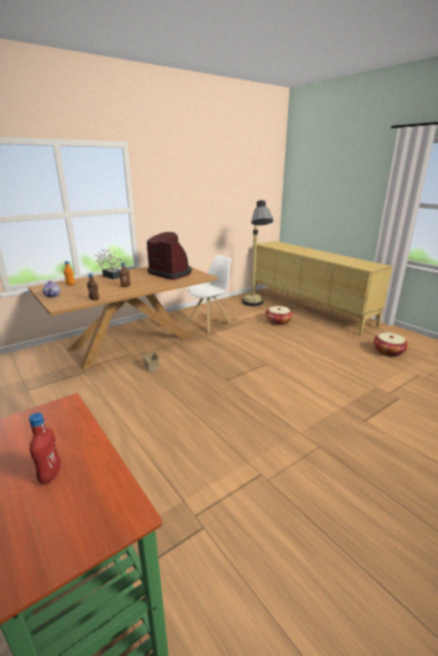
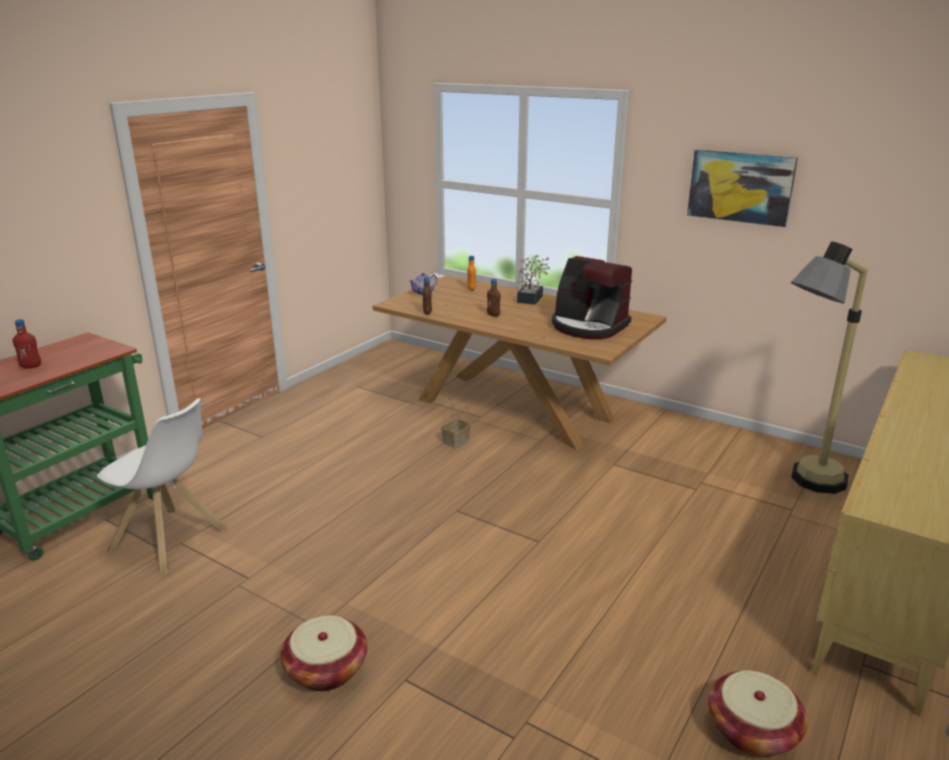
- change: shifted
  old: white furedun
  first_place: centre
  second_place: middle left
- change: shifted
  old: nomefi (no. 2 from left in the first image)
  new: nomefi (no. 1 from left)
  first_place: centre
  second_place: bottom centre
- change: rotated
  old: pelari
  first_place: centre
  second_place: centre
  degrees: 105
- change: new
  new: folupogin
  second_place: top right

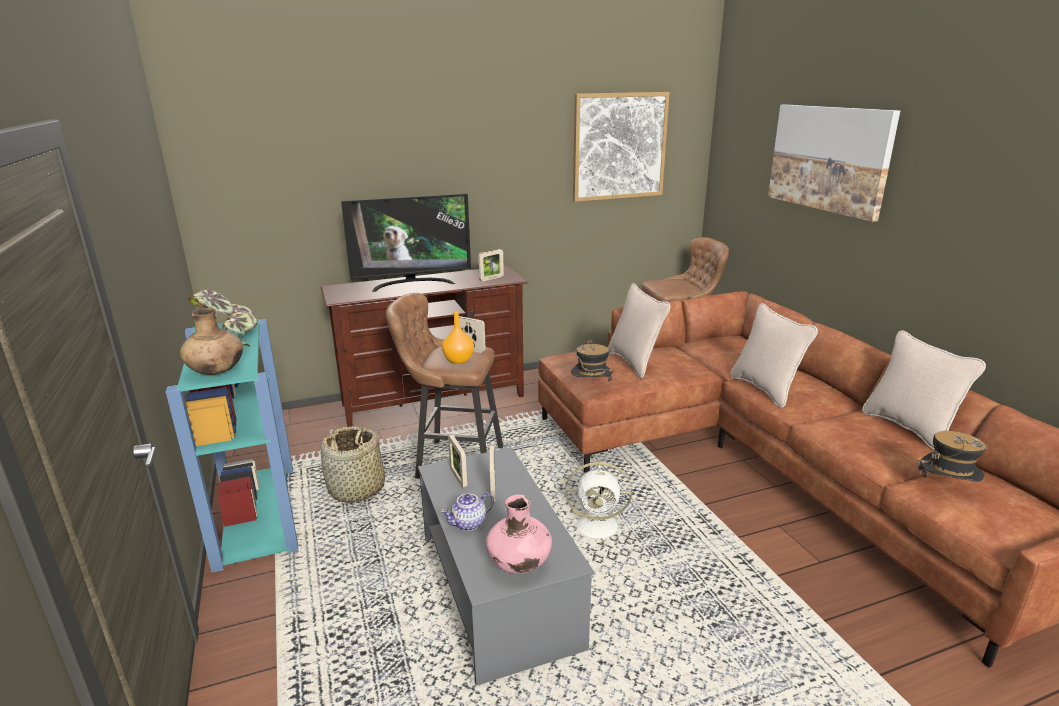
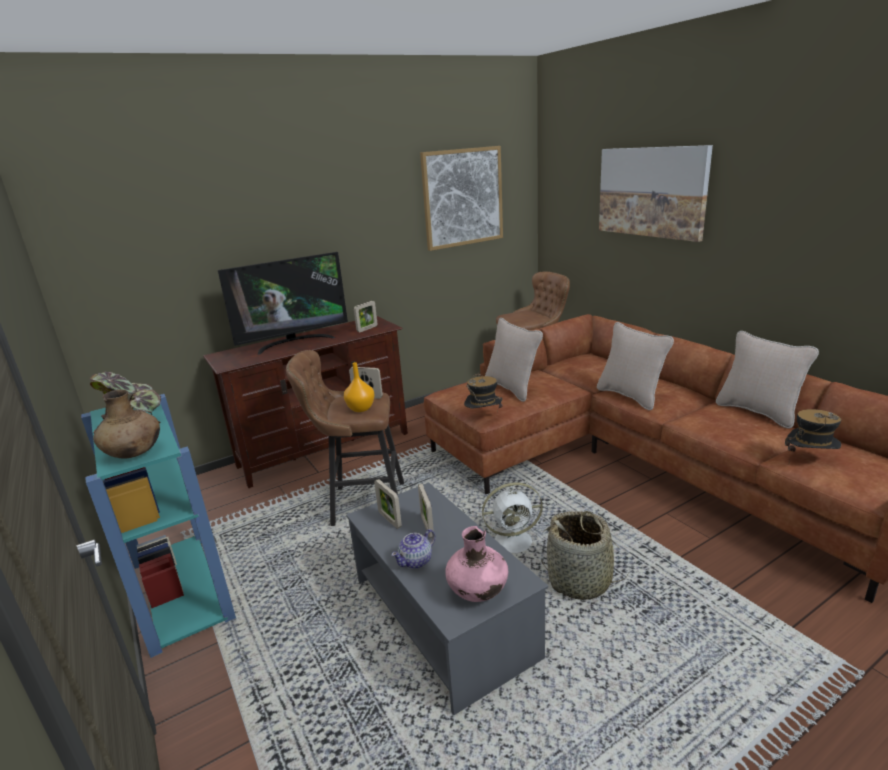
- change: shifted
  old: nomefi
  first_place: centre
  second_place: bottom centre

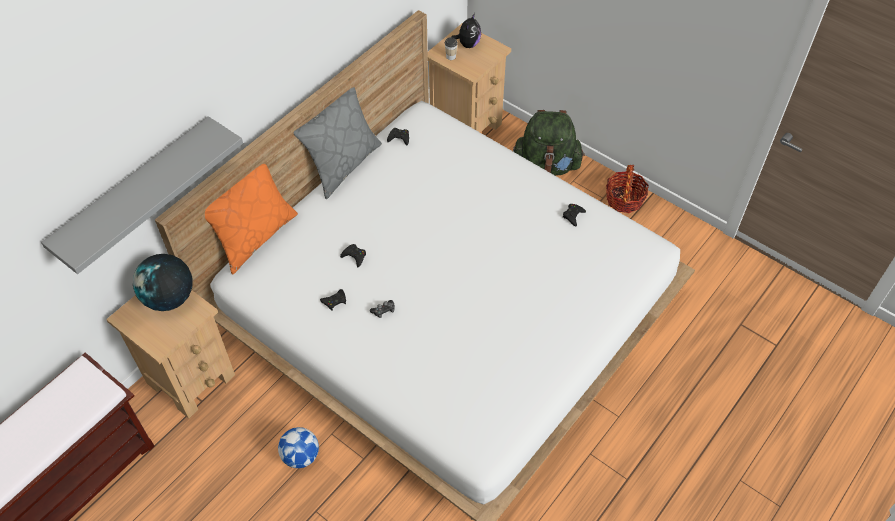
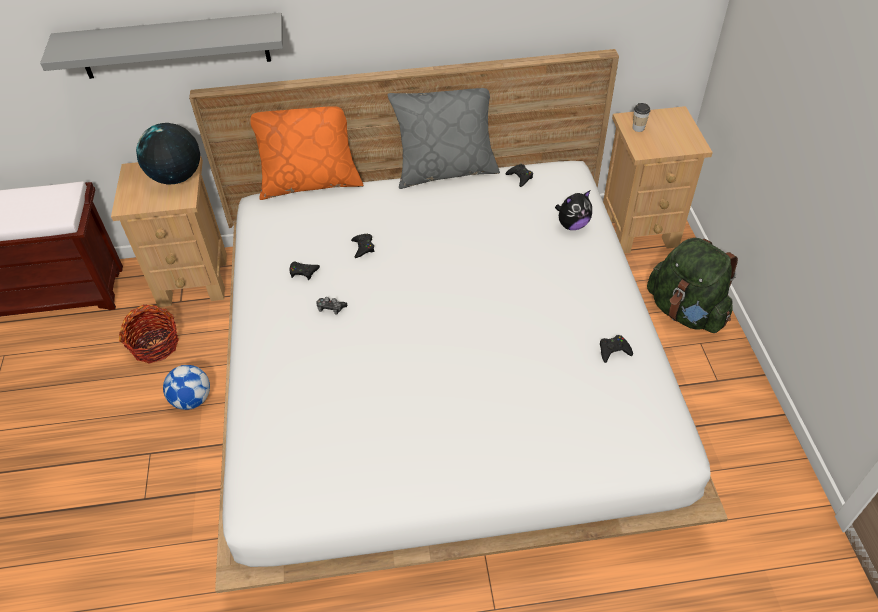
- change: shifted
  old: nomefi
  first_place: middle right
  second_place: middle left
- change: shifted
  old: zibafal
  first_place: top centre
  second_place: centre

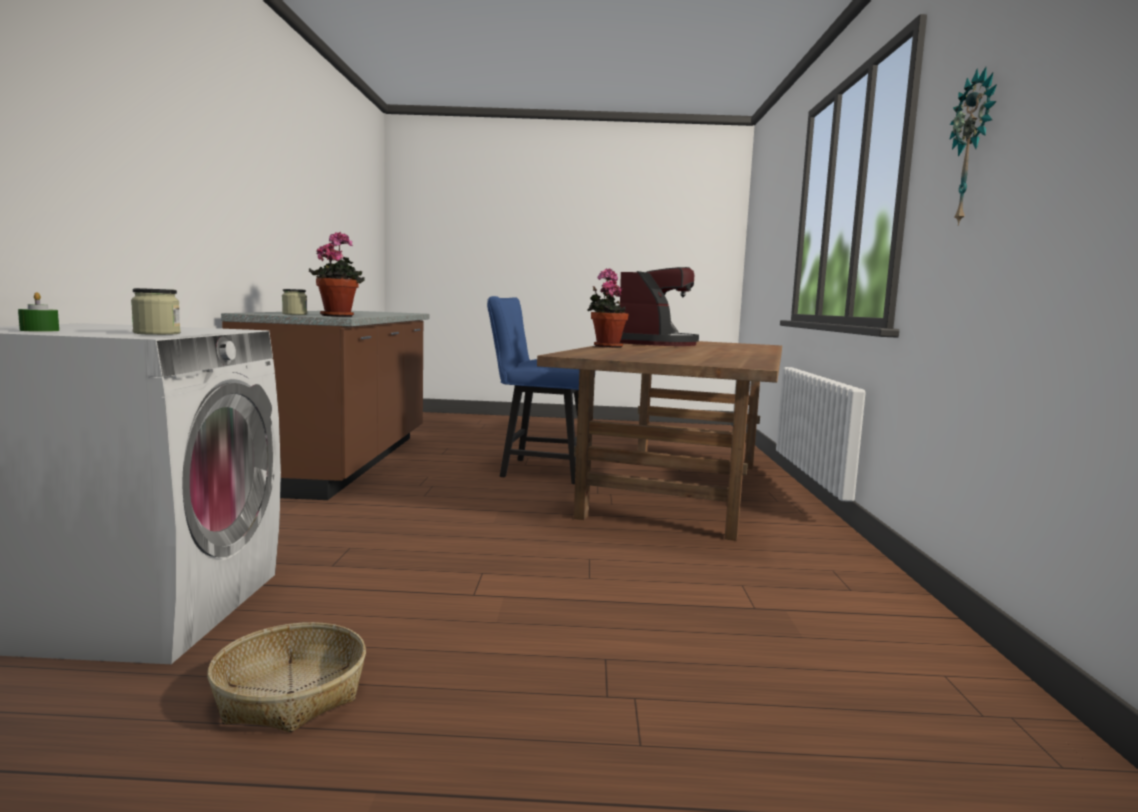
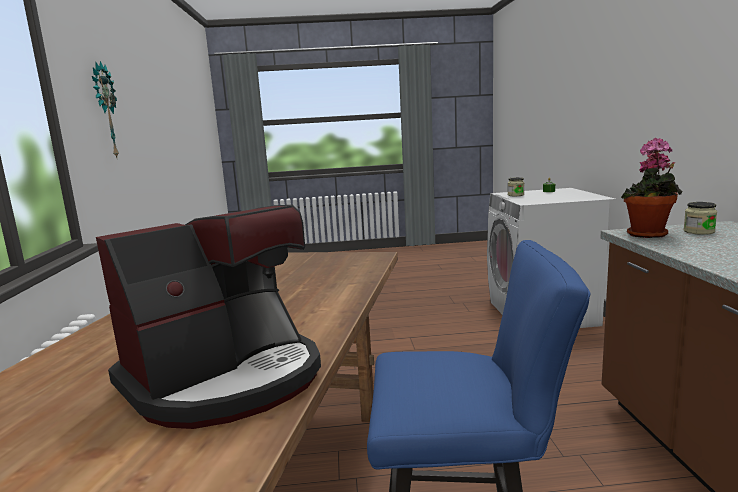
- change: rotated
  old: pelari
  first_place: centre
  second_place: middle left
  degrees: -150
- change: gone
  old: nomefi
  first_place: bottom left
- change: gone
  old: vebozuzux (no. 2 from left)
  first_place: centre

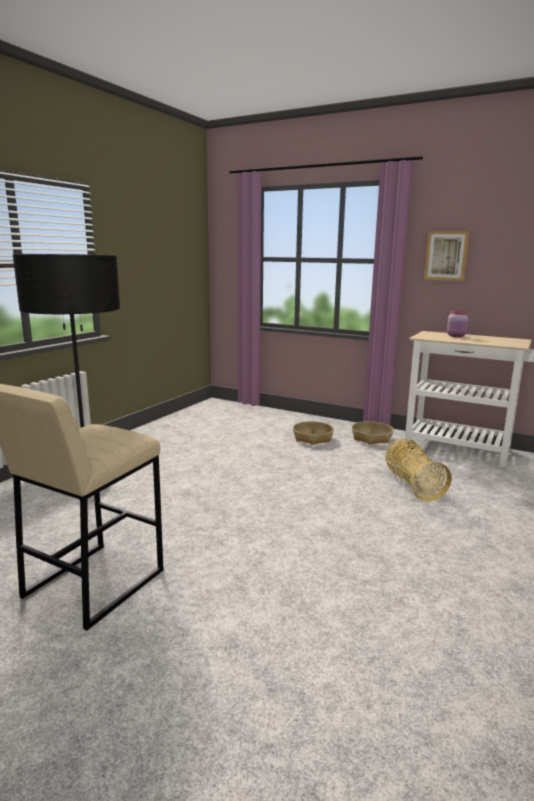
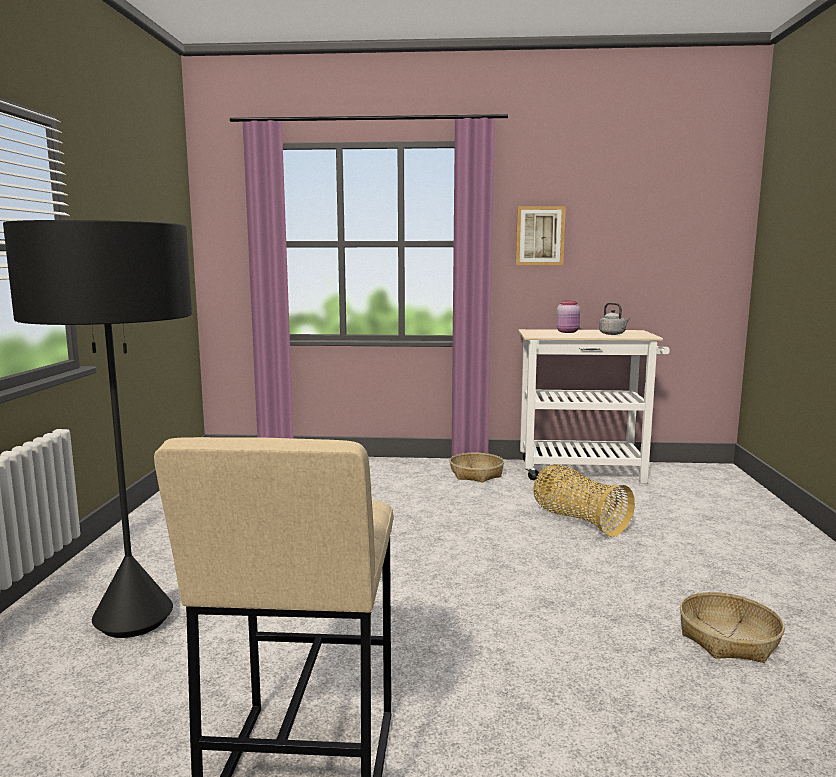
- change: new
  new: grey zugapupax
  second_place: middle right
- change: shifted
  old: nomefi (no. 1 from left in the first image)
  new: nomefi (no. 3 from left)
  first_place: centre
  second_place: bottom right

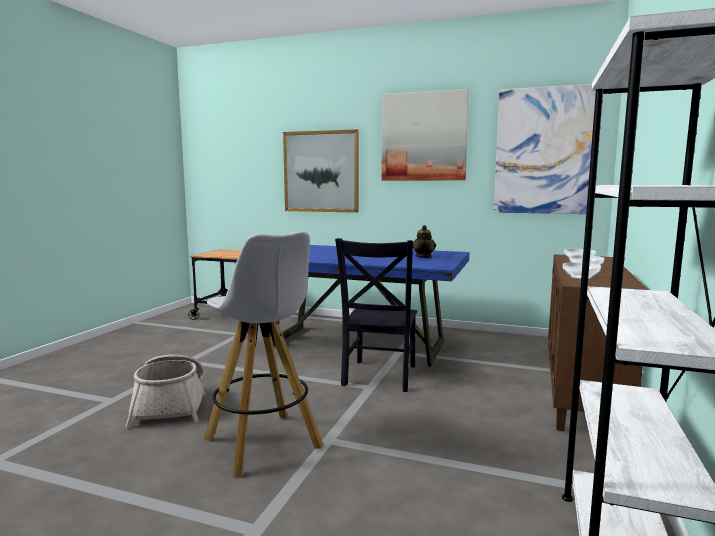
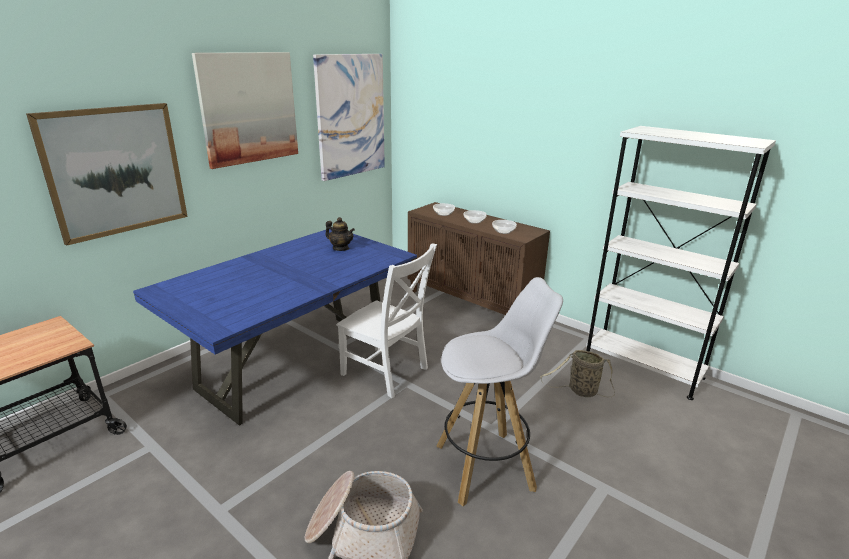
- change: repainted
  old: black furedun
  new: white furedun
  first_place: centre
  second_place: centre
- change: new
  new: nomefi (no. 2 from left)
  second_place: bottom right

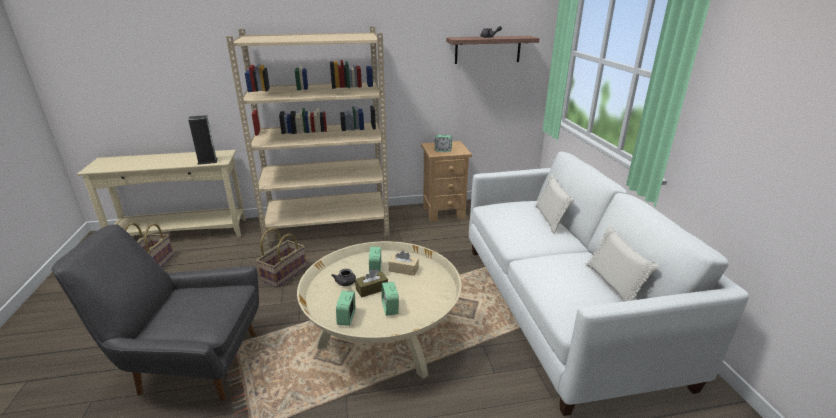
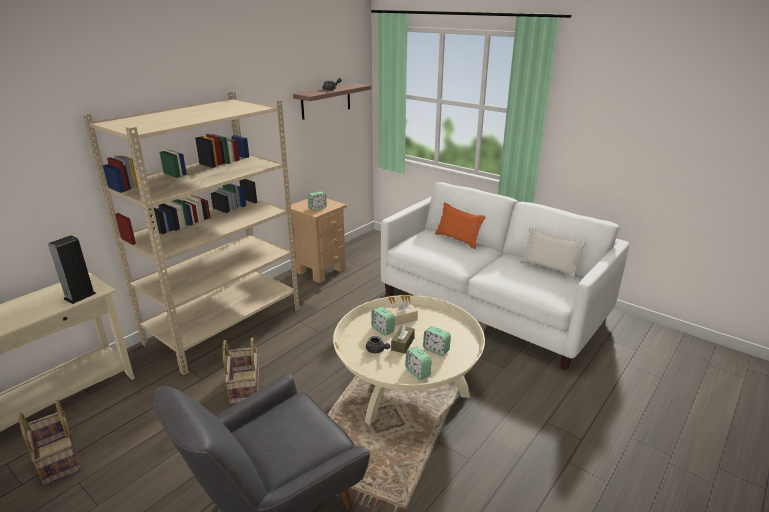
- change: repainted
  old: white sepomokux (no. 1 from left)
  new: orange sepomokux
  first_place: centre
  second_place: centre

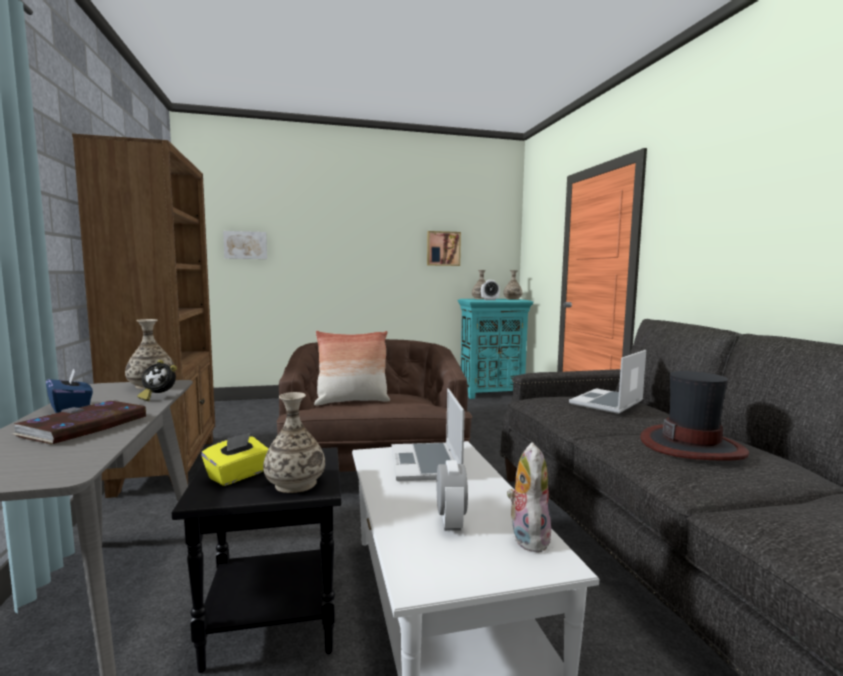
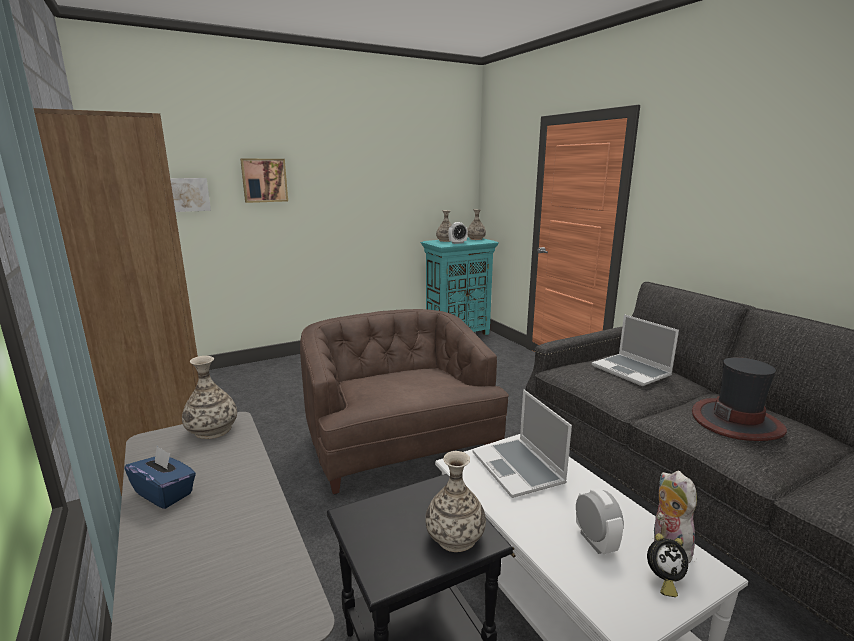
- change: shifted
  old: folupogin (no. 2 from left)
  first_place: centre
  second_place: top left
- change: rotated
  old: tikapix (no. 2 from left)
  first_place: middle right
  second_place: middle right
  degrees: -60
- change: shifted
  old: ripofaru (no. 1 from left in the first image)
  new: ripofaru (no. 3 from left)
  first_place: middle left
  second_place: bottom right
- change: gone
  old: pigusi
  first_place: middle left
- change: gone
  old: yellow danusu
  first_place: bottom left
- change: gone
  old: sepomokux
  first_place: centre

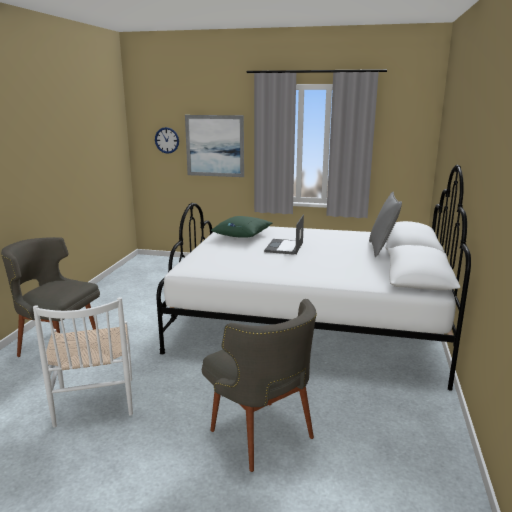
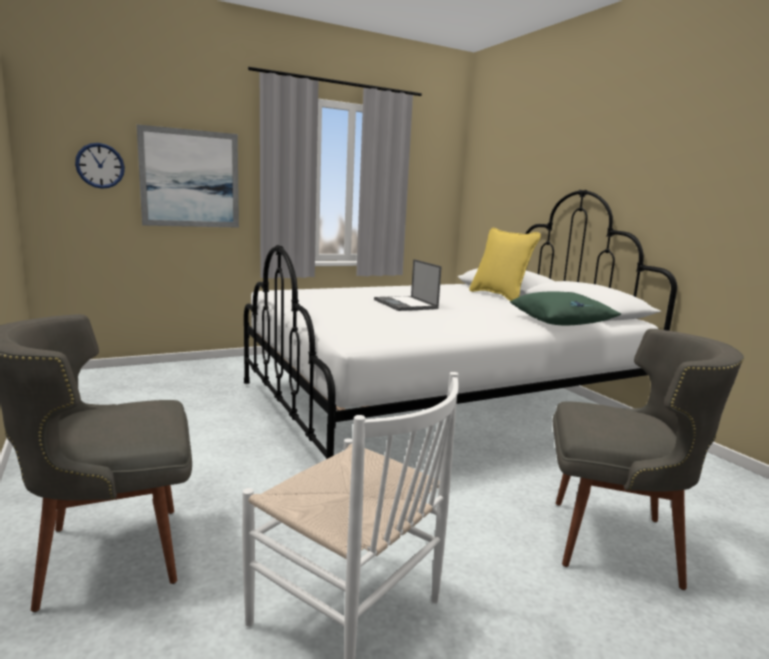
- change: repainted
  old: grey sepomokux
  new: yellow sepomokux
  first_place: middle right
  second_place: centre
- change: shifted
  old: green sepomokux
  first_place: centre
  second_place: middle right

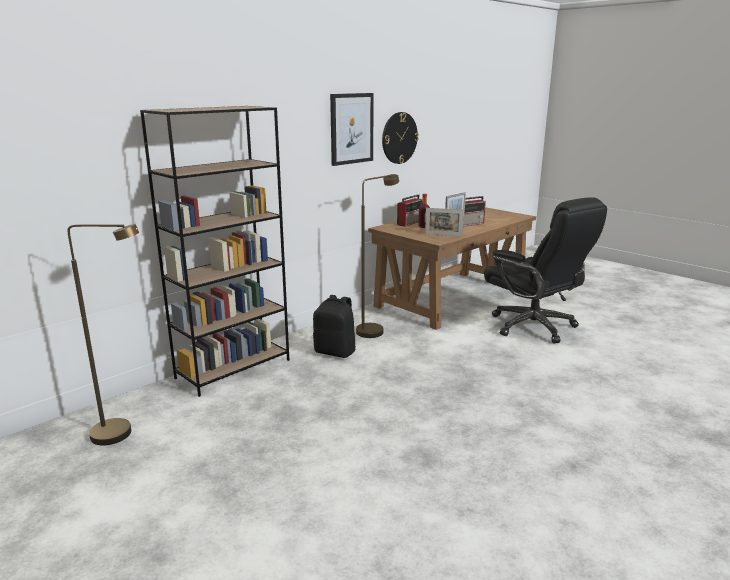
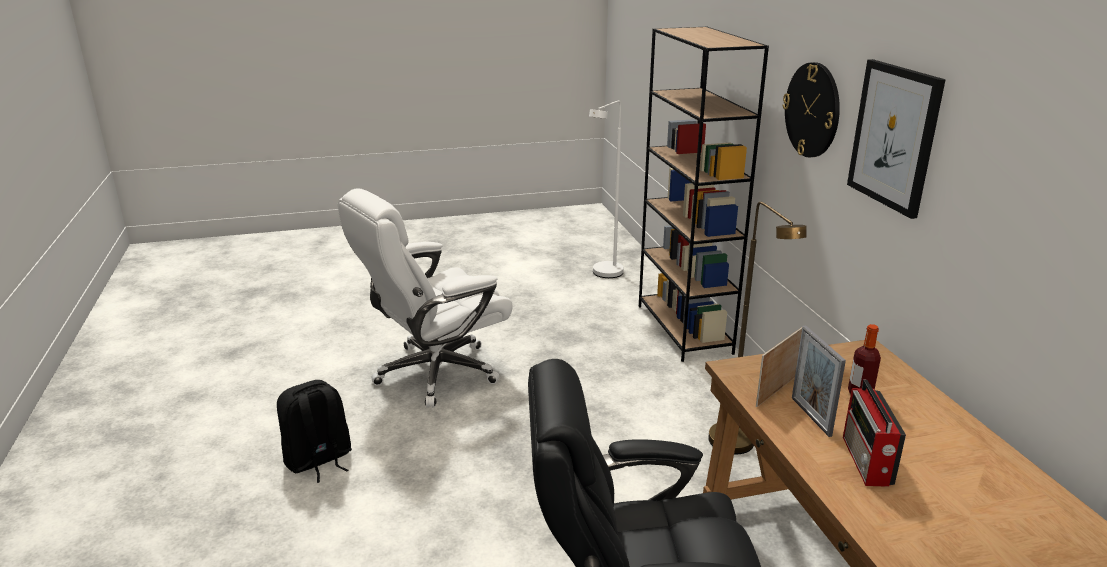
- change: shifted
  old: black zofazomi
  first_place: centre
  second_place: bottom left
- change: new
  new: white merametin
  second_place: centre
- change: repainted
  old: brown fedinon (no. 1 from left)
  new: white fedinon
  first_place: middle left
  second_place: centre
- change: shifted
  old: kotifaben
  first_place: top centre
  second_place: top right
- change: gone
  old: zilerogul (no. 1 from left)
  first_place: centre

